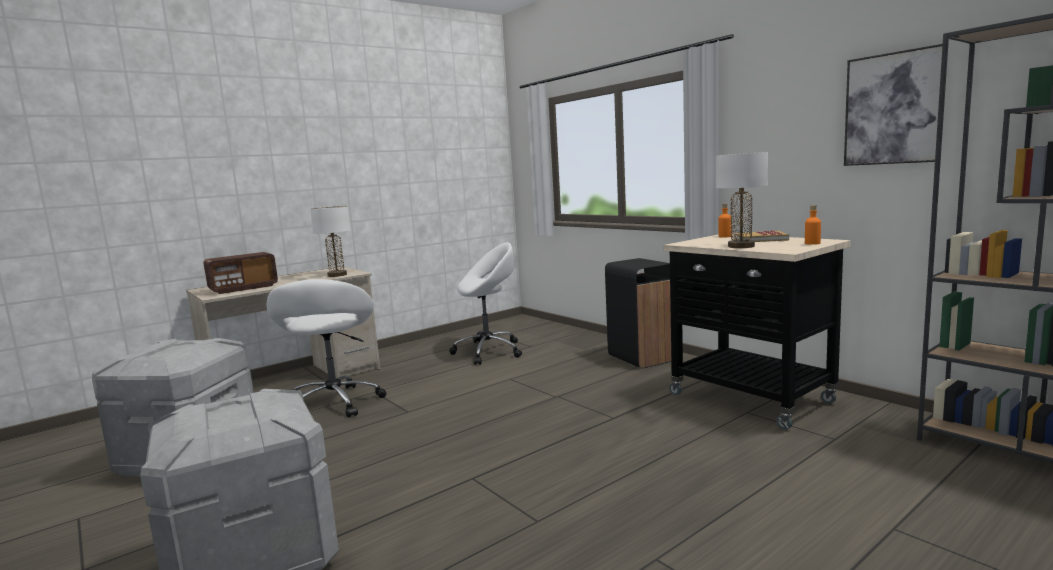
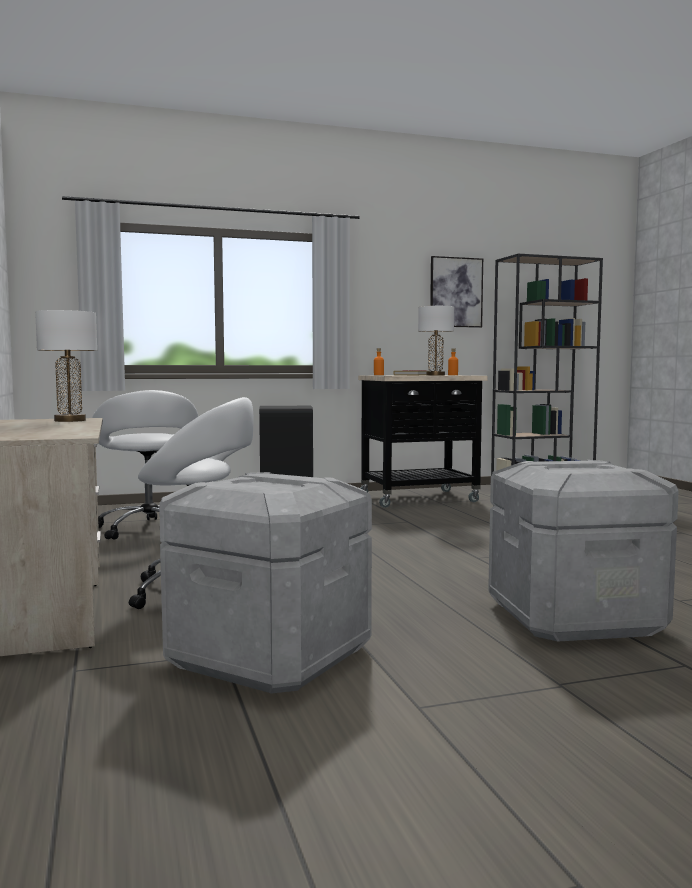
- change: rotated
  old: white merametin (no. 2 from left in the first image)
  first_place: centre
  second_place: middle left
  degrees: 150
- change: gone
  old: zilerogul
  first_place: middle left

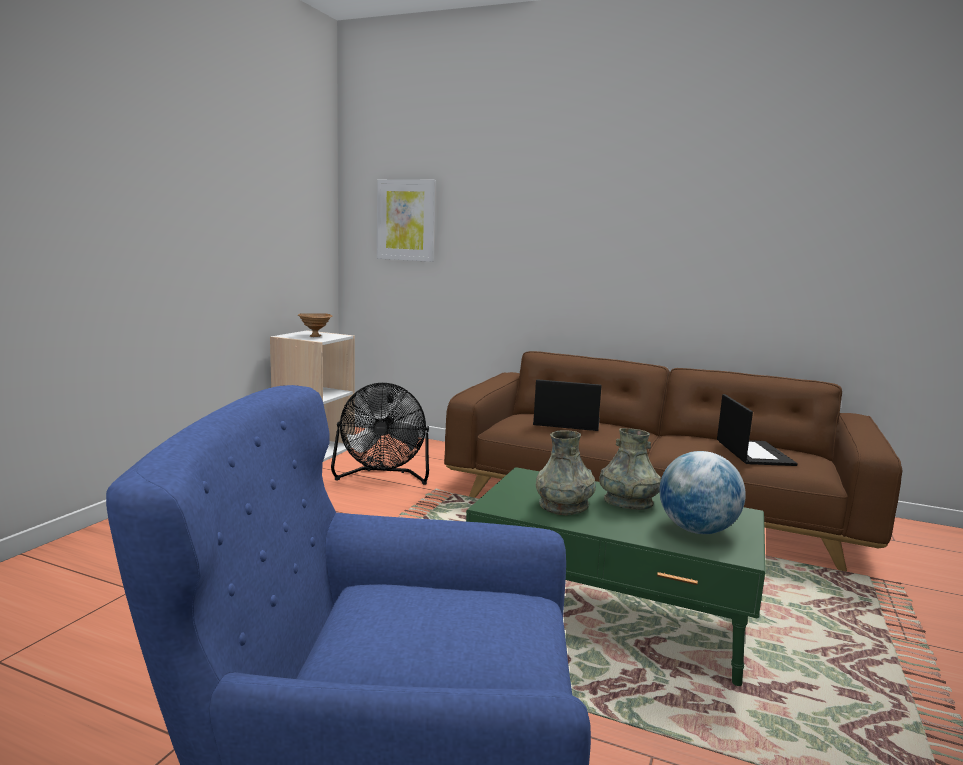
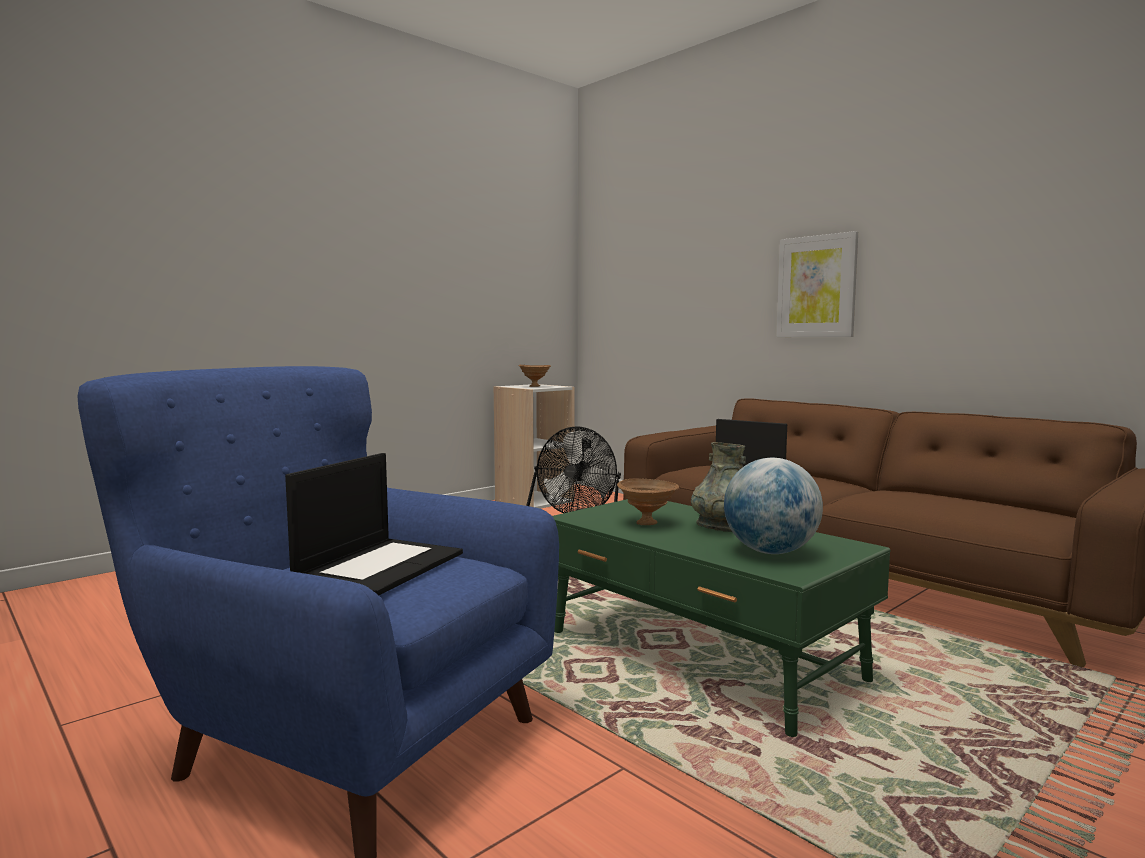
- change: shifted
  old: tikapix (no. 2 from left in the first image)
  new: tikapix (no. 1 from left)
  first_place: middle right
  second_place: middle left
- change: swapped
  old: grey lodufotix (no. 1 from left)
  new: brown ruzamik (no. 2 from left)
  first_place: centre
  second_place: centre
- change: shifted
  old: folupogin
  first_place: top centre
  second_place: top right

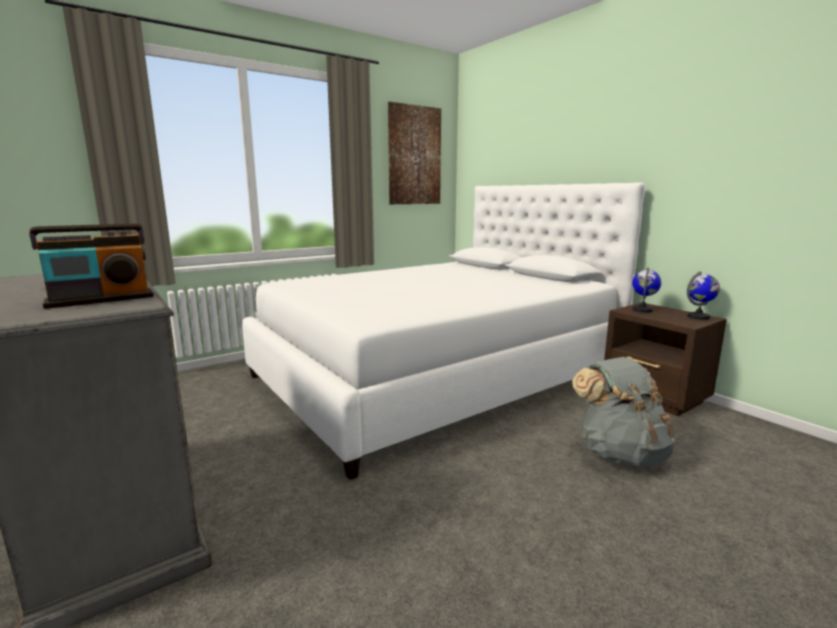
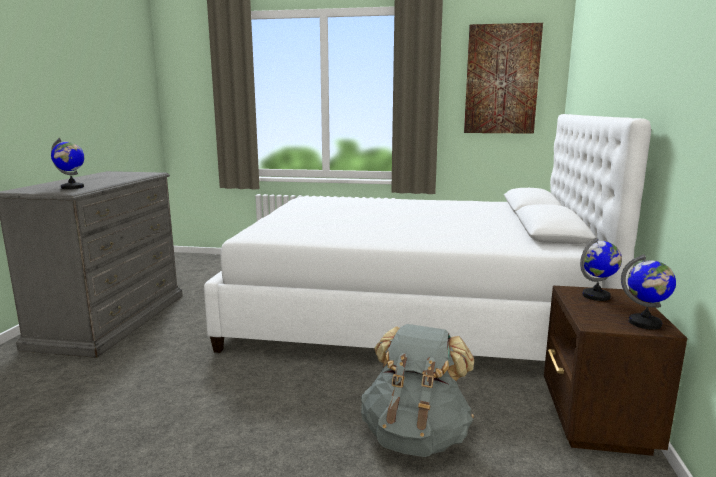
- change: swapped
  old: zilerogul
  new: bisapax (no. 1 from left)
  first_place: middle left
  second_place: middle left

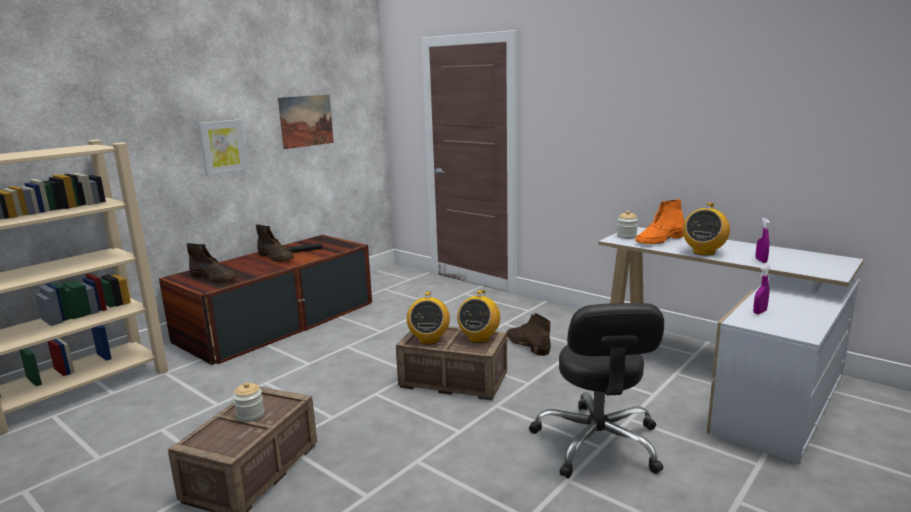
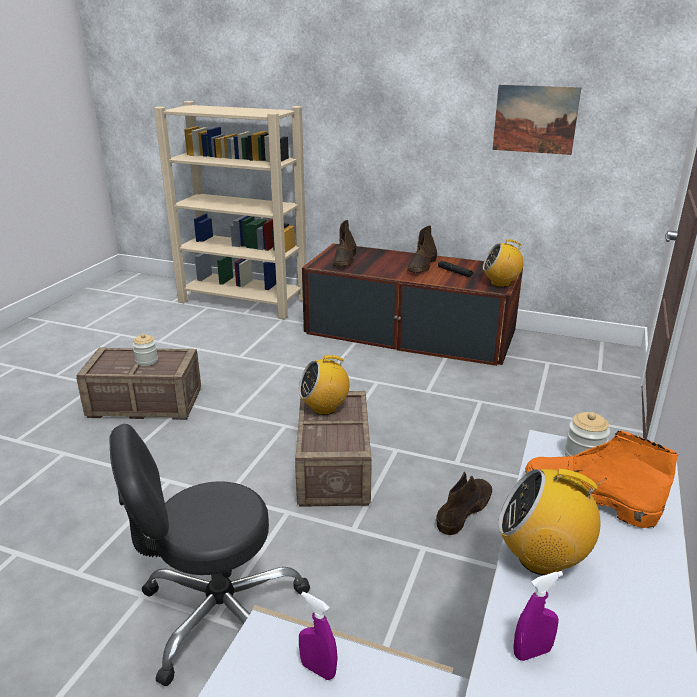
- change: shifted
  old: zilerogul (no. 2 from left)
  first_place: centre
  second_place: middle right
- change: gone
  old: folupogin (no. 1 from left)
  first_place: top left

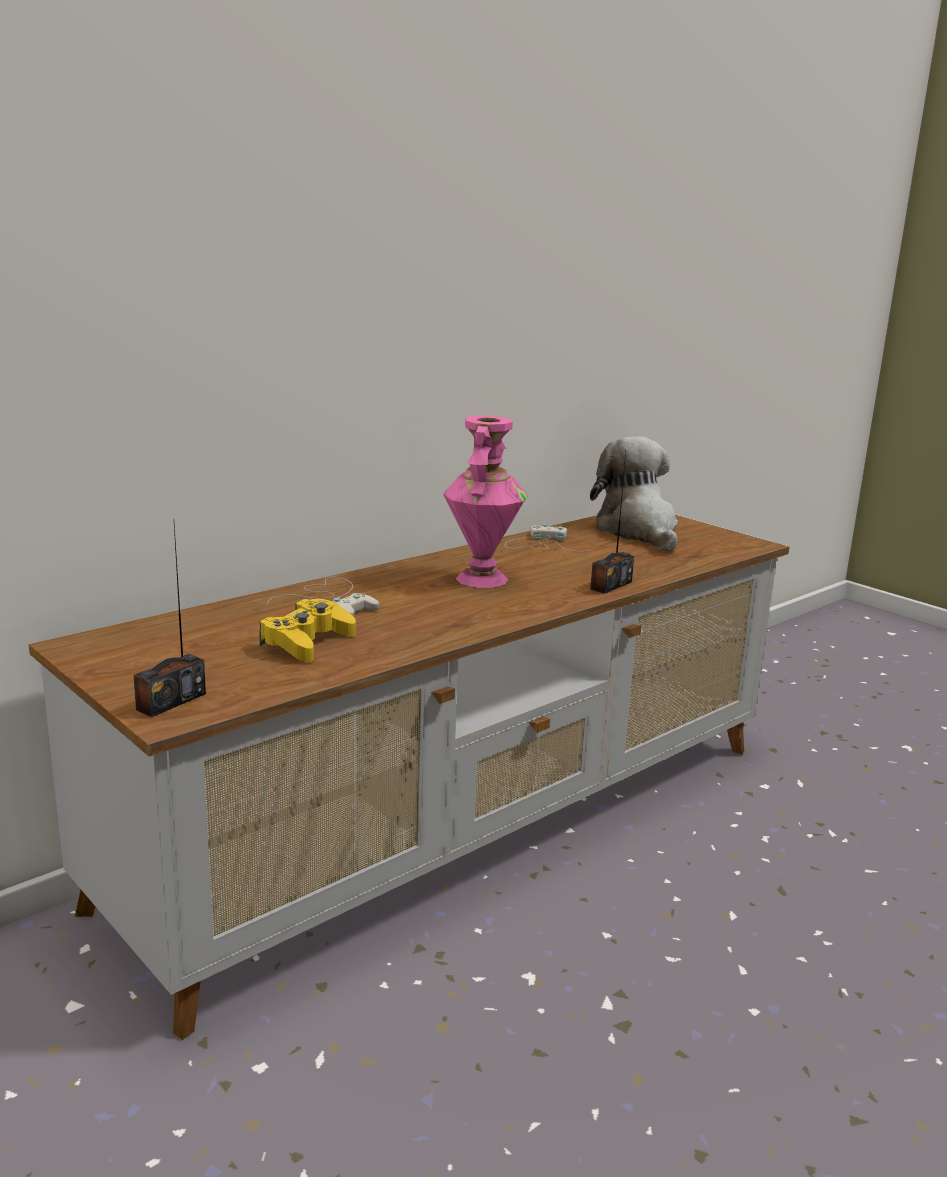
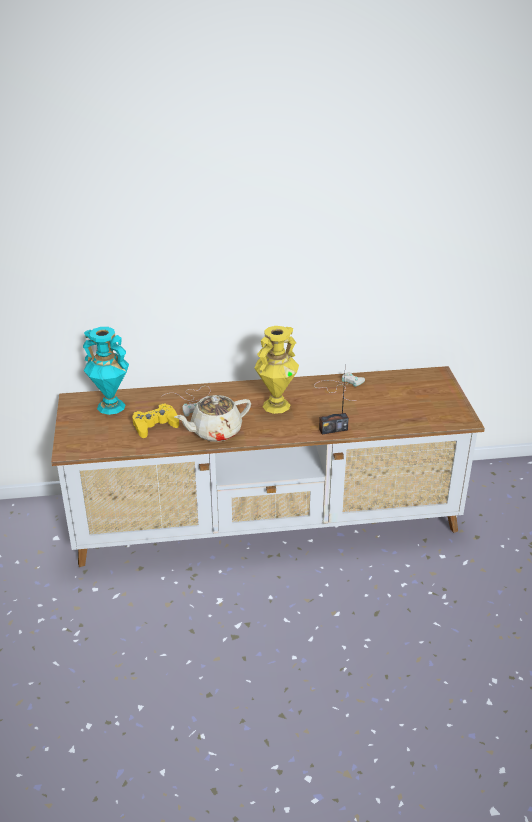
- change: new
  new: turquoise lodufotix
  second_place: middle left
- change: new
  new: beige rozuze
  second_place: centre
- change: repainted
  old: pink lodufotix
  new: yellow lodufotix
  first_place: centre
  second_place: centre
- change: gone
  old: zilerogul (no. 1 from left)
  first_place: middle left
- change: gone
  old: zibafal
  first_place: middle right

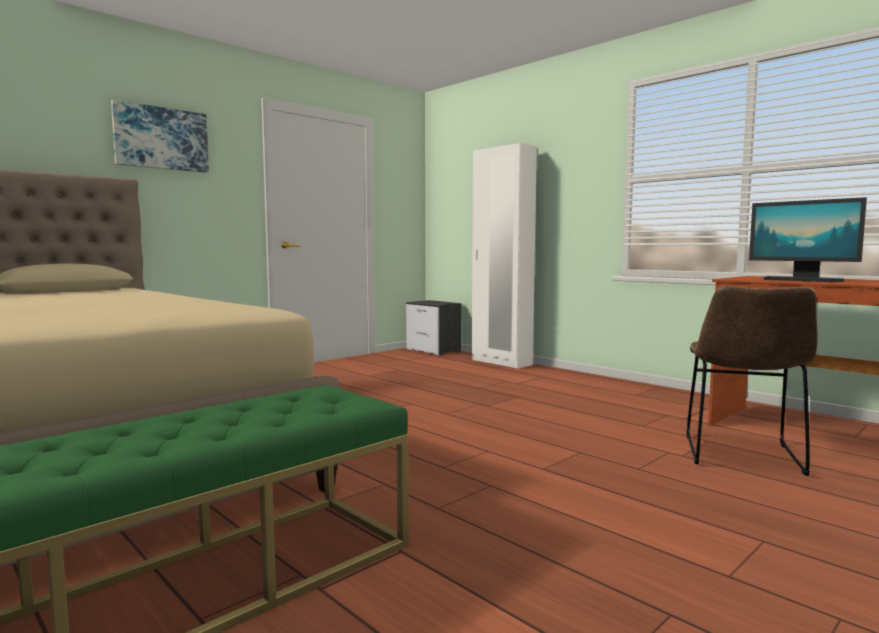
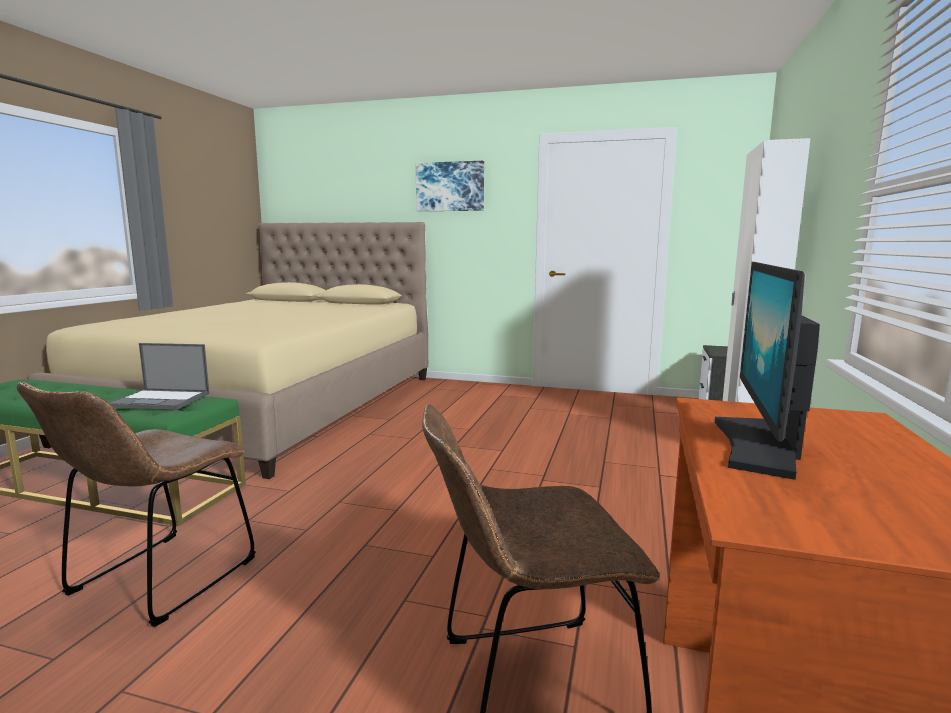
- change: new
  new: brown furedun (no. 1 from left)
  second_place: bottom left
- change: new
  new: tikapix
  second_place: middle left

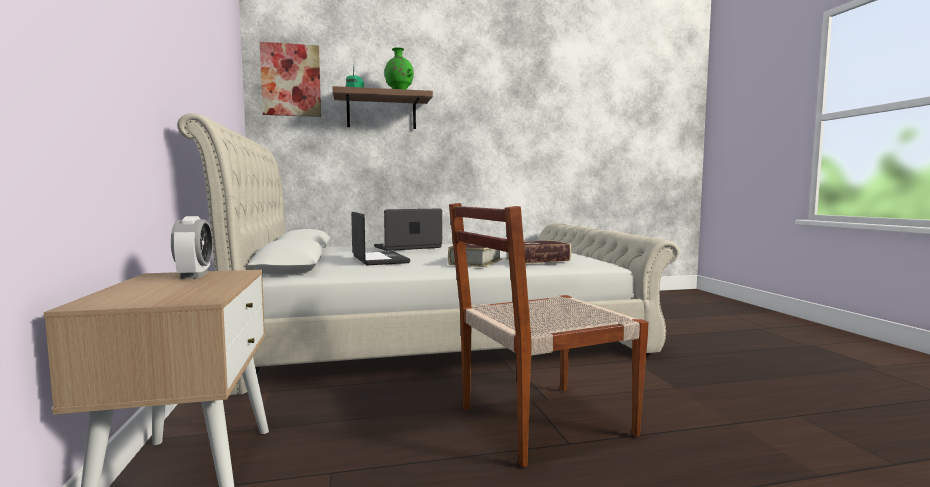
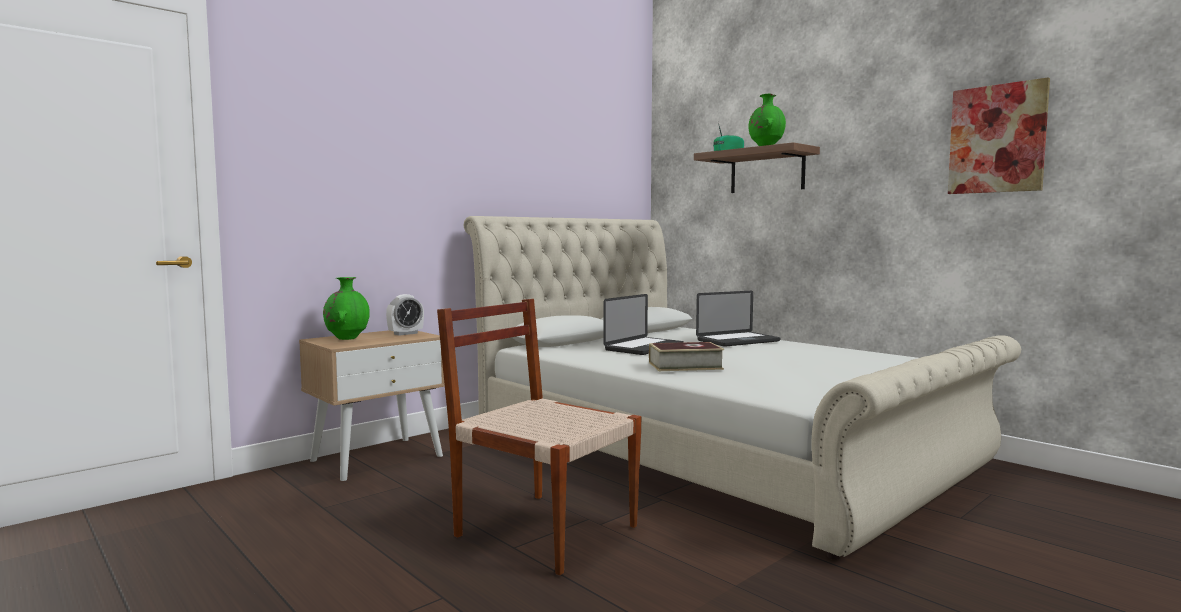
- change: new
  new: green lodufotix (no. 1 from left)
  second_place: middle left
- change: rotated
  old: tikapix (no. 2 from left)
  first_place: centre
  second_place: centre
  degrees: 120
- change: shifted
  old: folupogin
  first_place: top left
  second_place: top right
- change: gone
  old: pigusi (no. 2 from left)
  first_place: centre

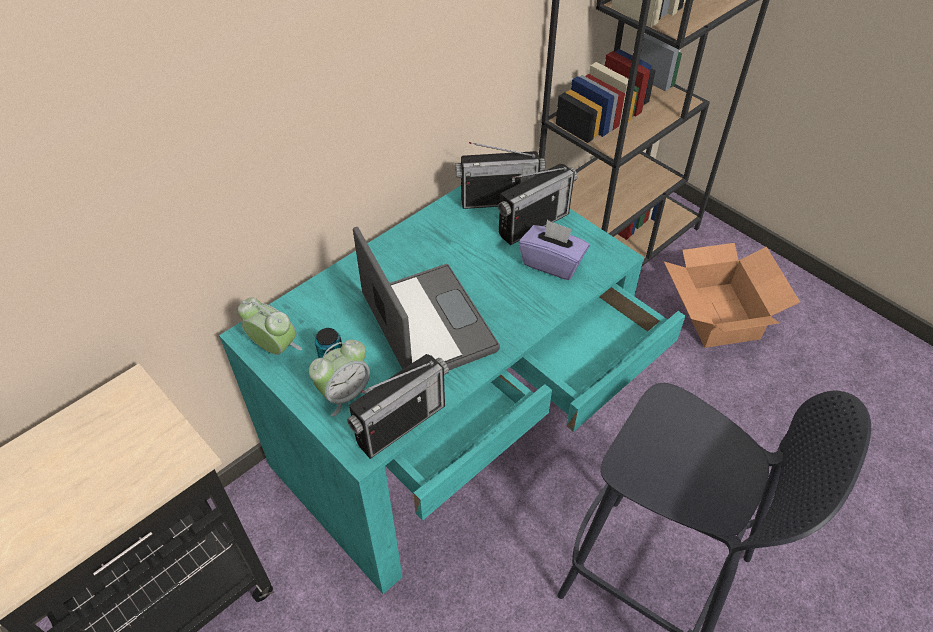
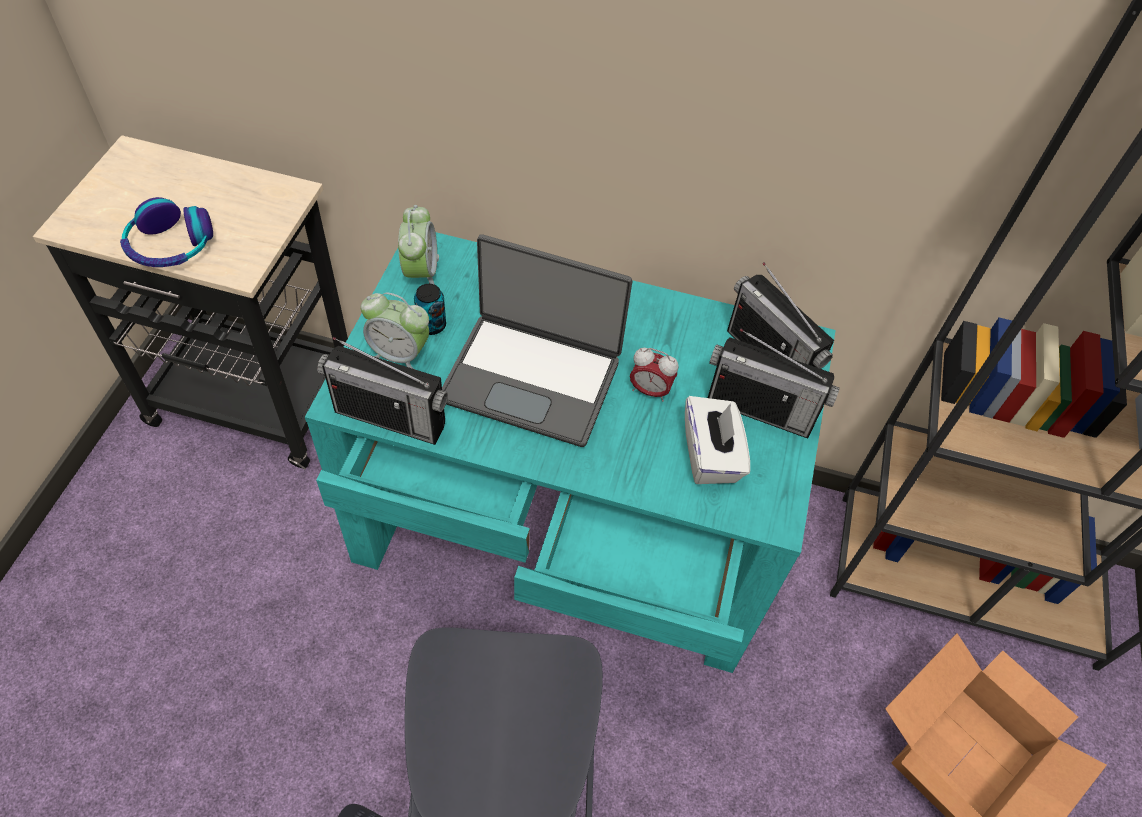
- change: new
  new: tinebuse
  second_place: top left
- change: rotated
  old: tikapix
  first_place: centre
  second_place: centre
  degrees: 75
- change: new
  new: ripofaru (no. 3 from left)
  second_place: centre
- change: repainted
  old: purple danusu
  new: white danusu
  first_place: centre
  second_place: centre

